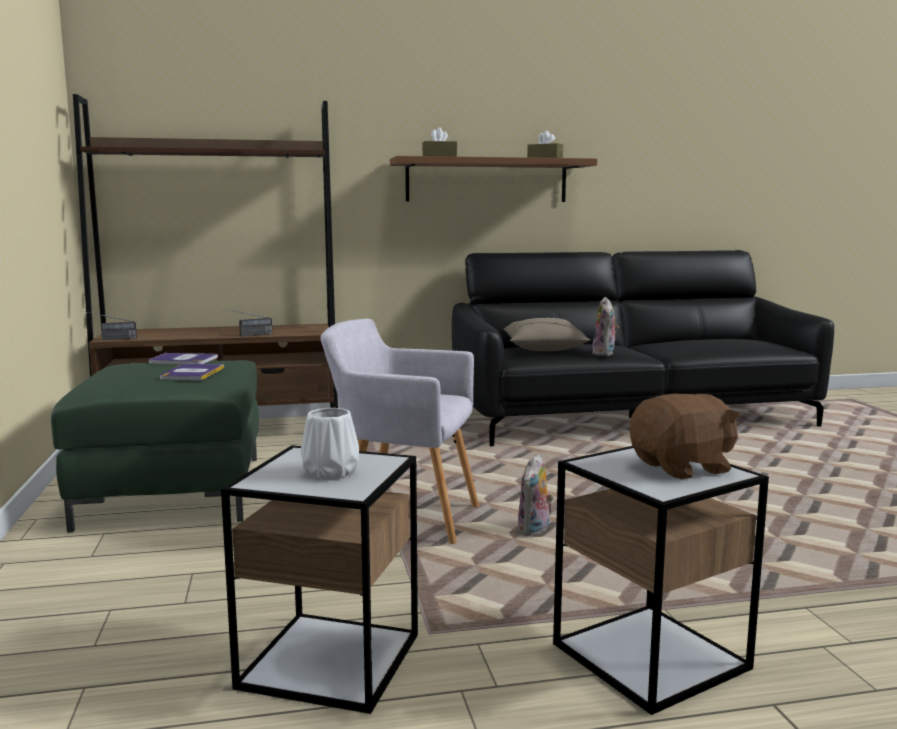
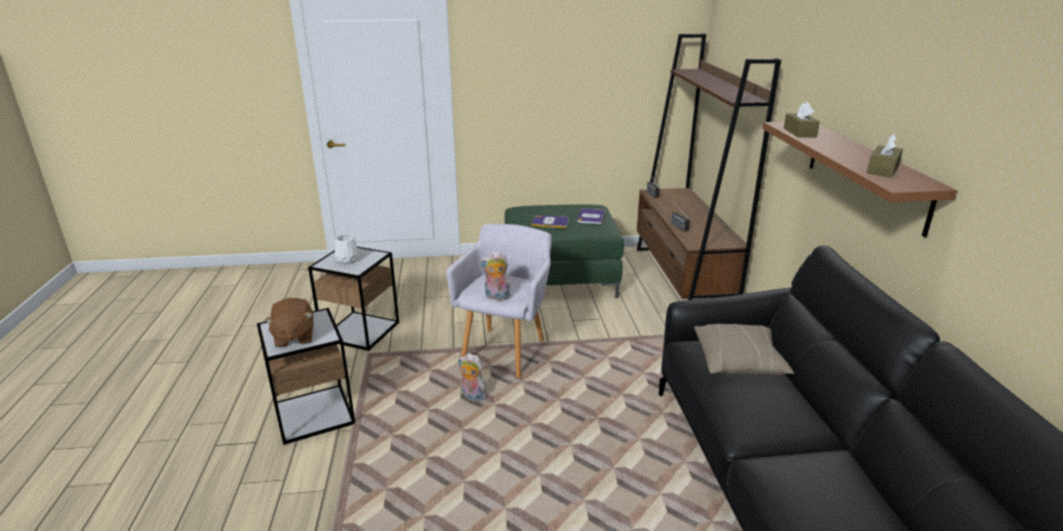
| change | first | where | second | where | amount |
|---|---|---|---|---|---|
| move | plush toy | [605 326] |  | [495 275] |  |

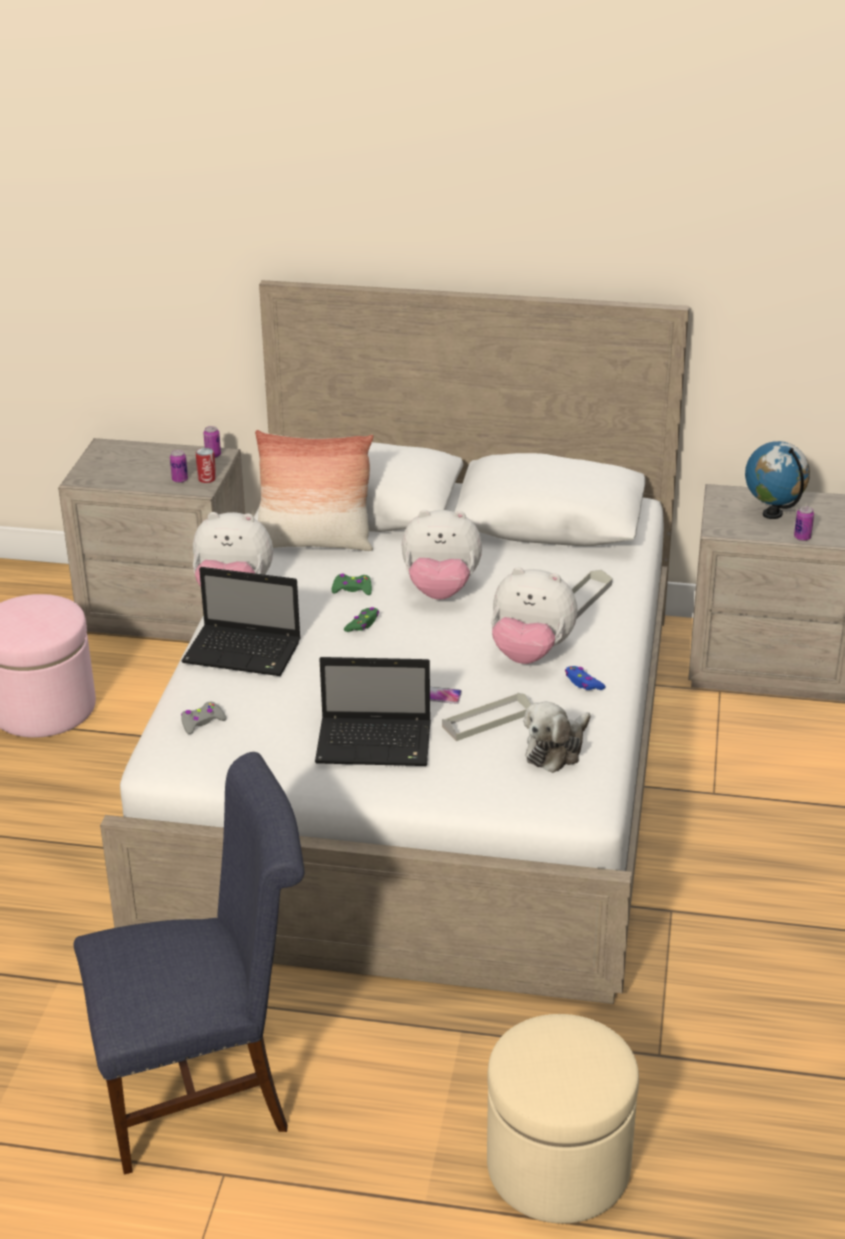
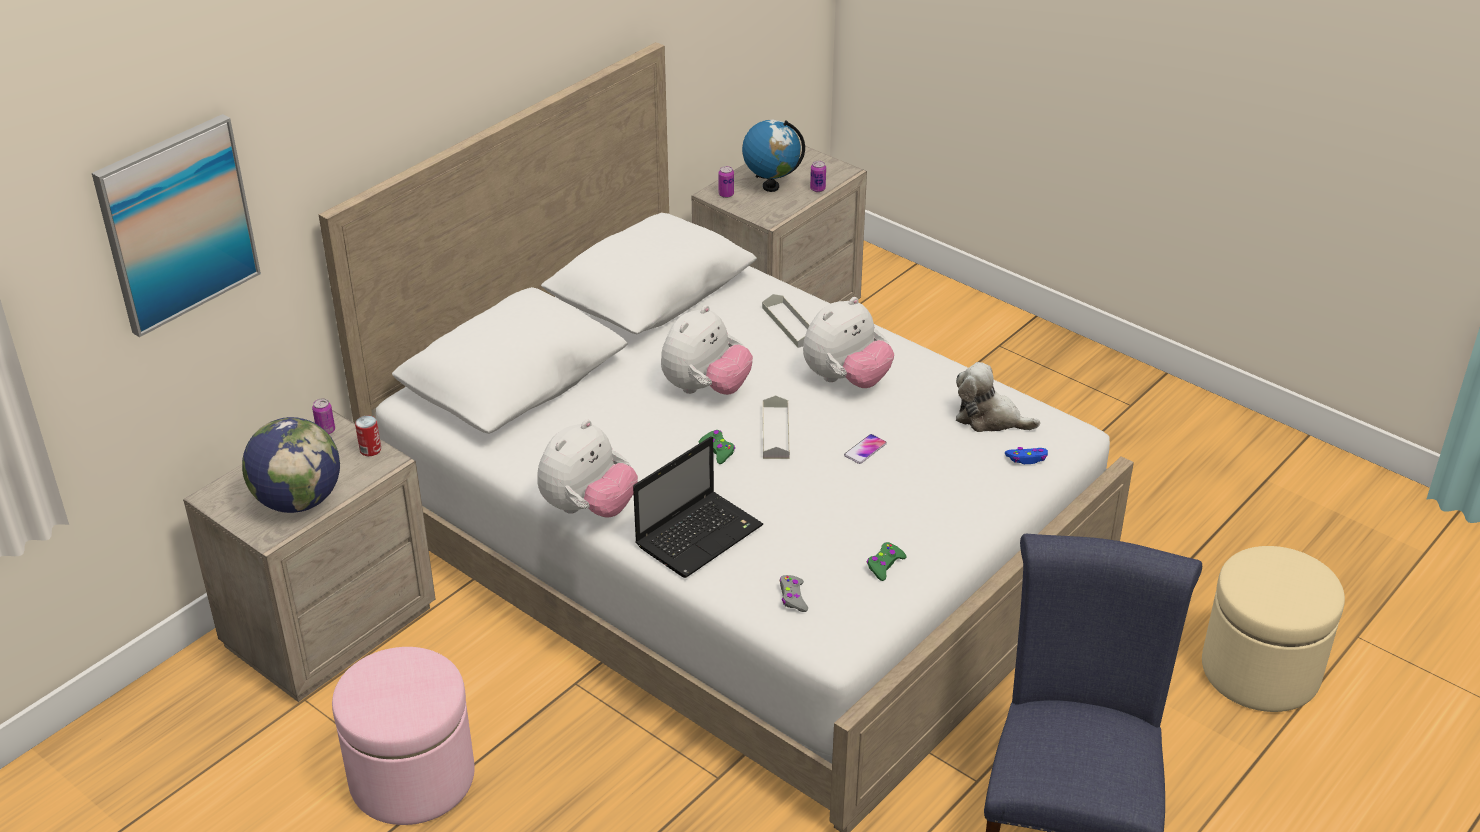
| change | first | where | second | where | amount |
|---|---|---|---|---|---|
| delete | pillow | [314 490] |  |  |  |
| delete | notebook computer | [373 711] |  |  |  |
| insert |  |  | wall picture | [176 225] |  |
| insert |  |  | globe | [291 465] |  |
| move | can | [179 466] |  | [726 182] |  |
| move | green-coloured gamepad | [352 584] |  | [887 561] |  |
| move | greyish tray | [486 717] |  | [776 427] |  |
| move | blue-coloured gamepad | [585 678] |  | [1026 455] |  |
| rotate | plush toy | [557 737] |  | [998 397] | 135 degrees clockwise |

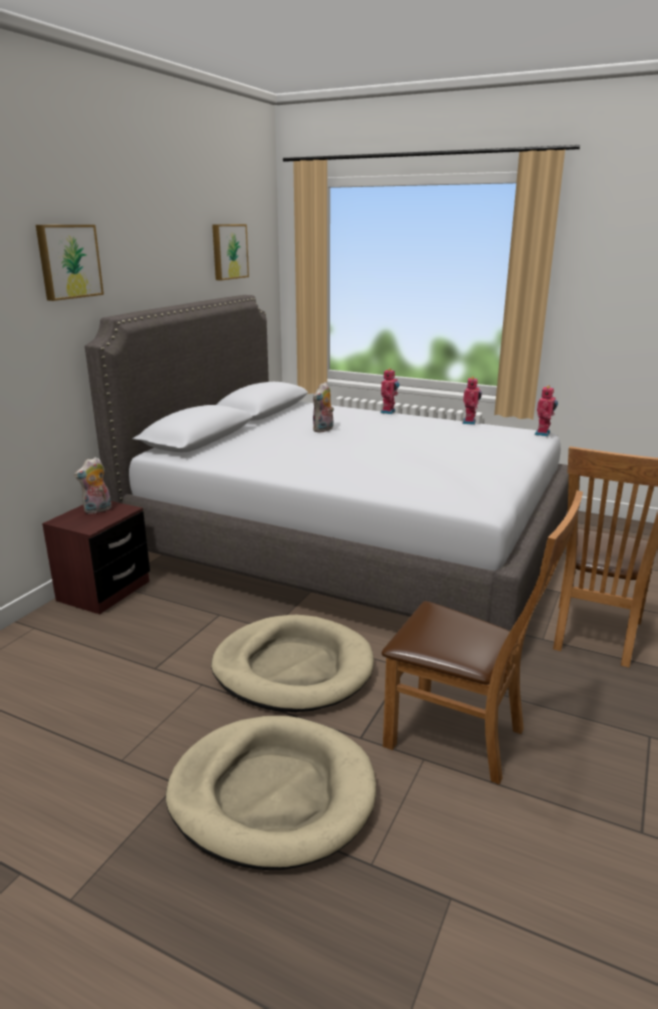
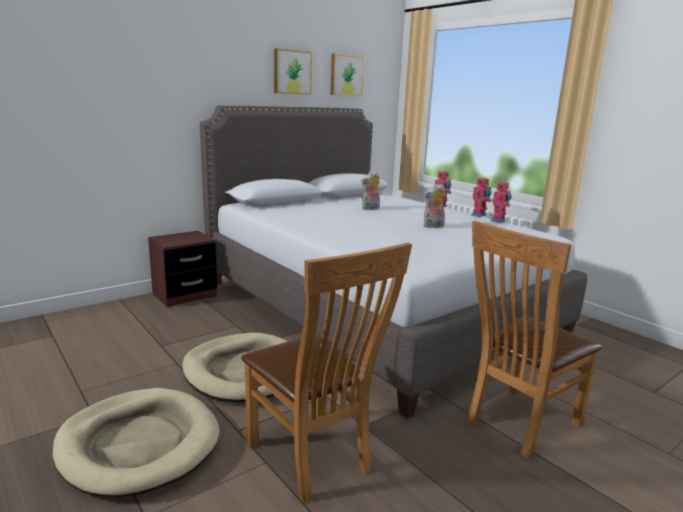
| change | first | where | second | where | amount |
|---|---|---|---|---|---|
| move | wall picture | [70 263] |  | [293 71] |  |
| move | plush toy | [92 485] |  | [434 206] |  |
| move | robot figure | [546 410] |  | [481 197] |  |

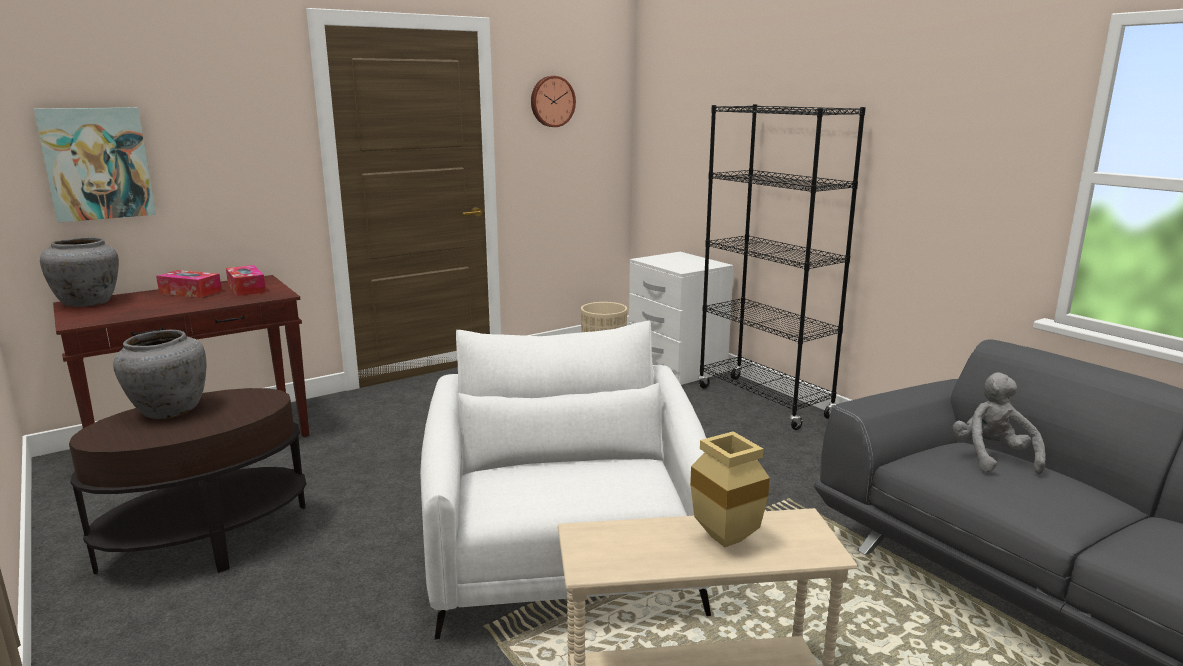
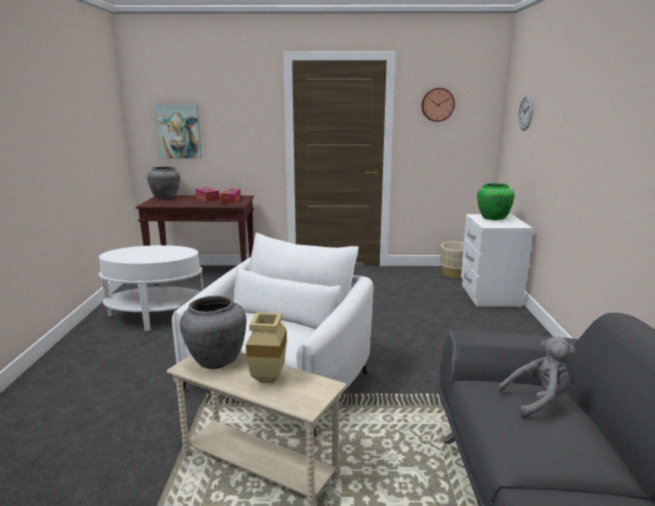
| change | first | where | second | where | amount |
|---|---|---|---|---|---|
| delete | black bookcase | [782 267] |  |  |  |
| insert |  |  | green-coloured vase | [496 201] |  |
| insert |  |  | clock on the wall | [525 113] |  |
| move | greyish vase | [159 374] |  | [213 332] |  |
| recolor | brownish end table | [187 481] | white end table | [151 288] |  |
| rotate | greyish plush toy | [999 423] |  | [536 378] | 45 degrees clockwise |

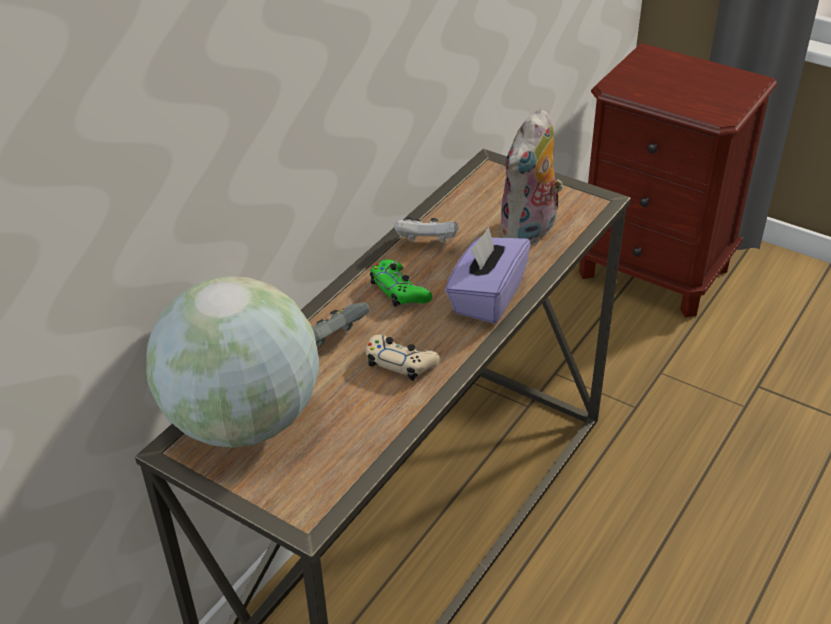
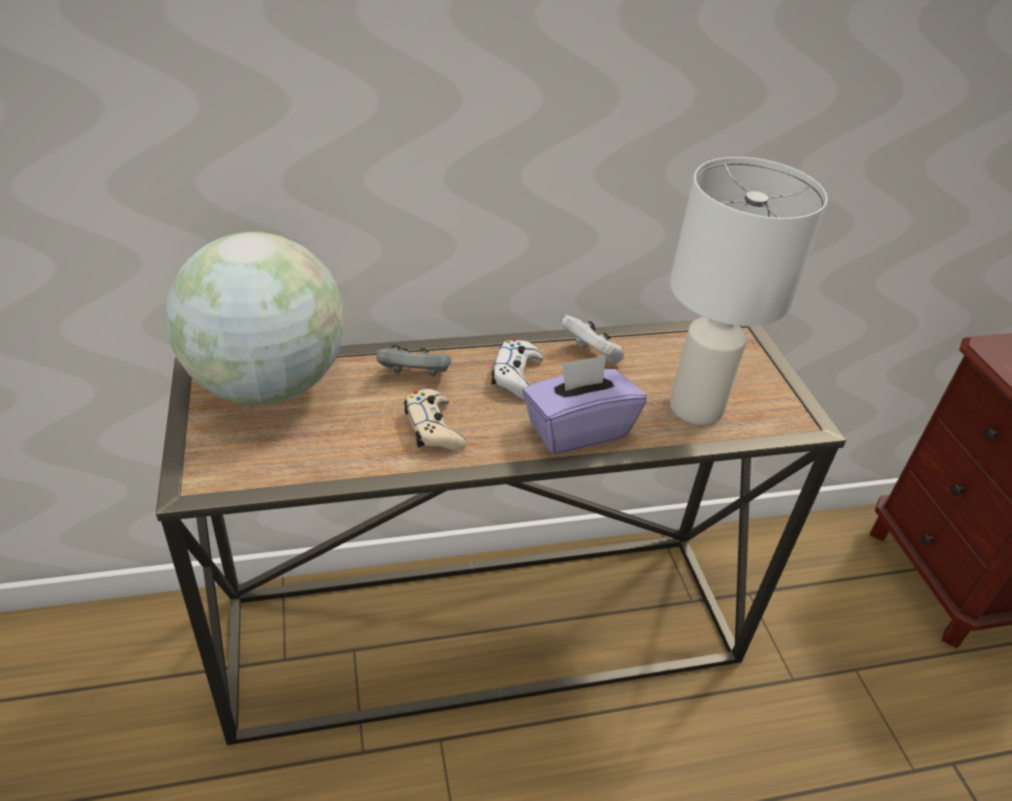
| change | first | where | second | where | amount |
|---|---|---|---|---|---|
| replace | plush toy | [531 176] | white lamp for a table | [749 291] |  |
| recolor | green-coloured gamepad | [401 283] | white gamepad | [517 369] |  |

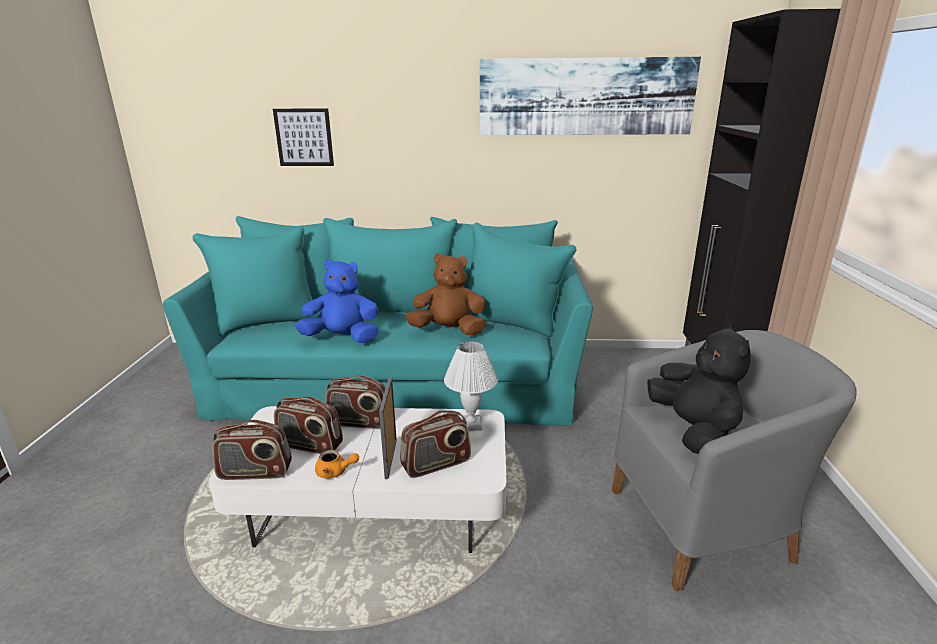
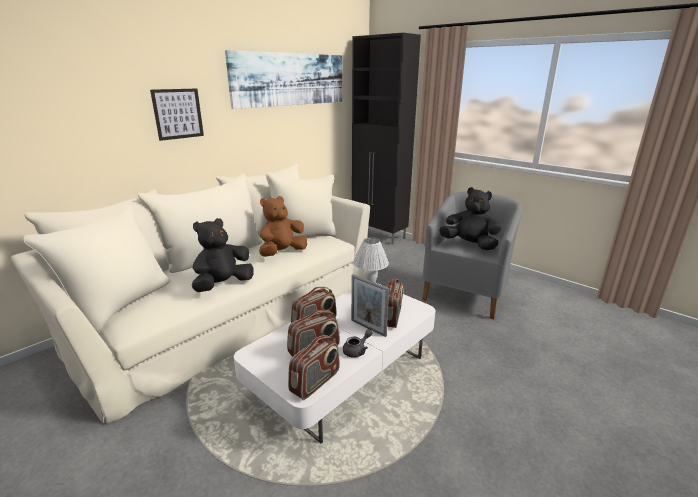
| change | first | where | second | where | amount |
|---|---|---|---|---|---|
| move | wall picture | [303 137] |  | [177 114] |  |
| recolor | blue-green couch | [378 321] | beige-coloured couch | [190 294] |  |
| recolor | blue-coloured plush toy | [337 301] | black plush toy | [223 255] |  |
| recolor | orange teapot | [337 464] | greyish teapot | [357 343] |  |

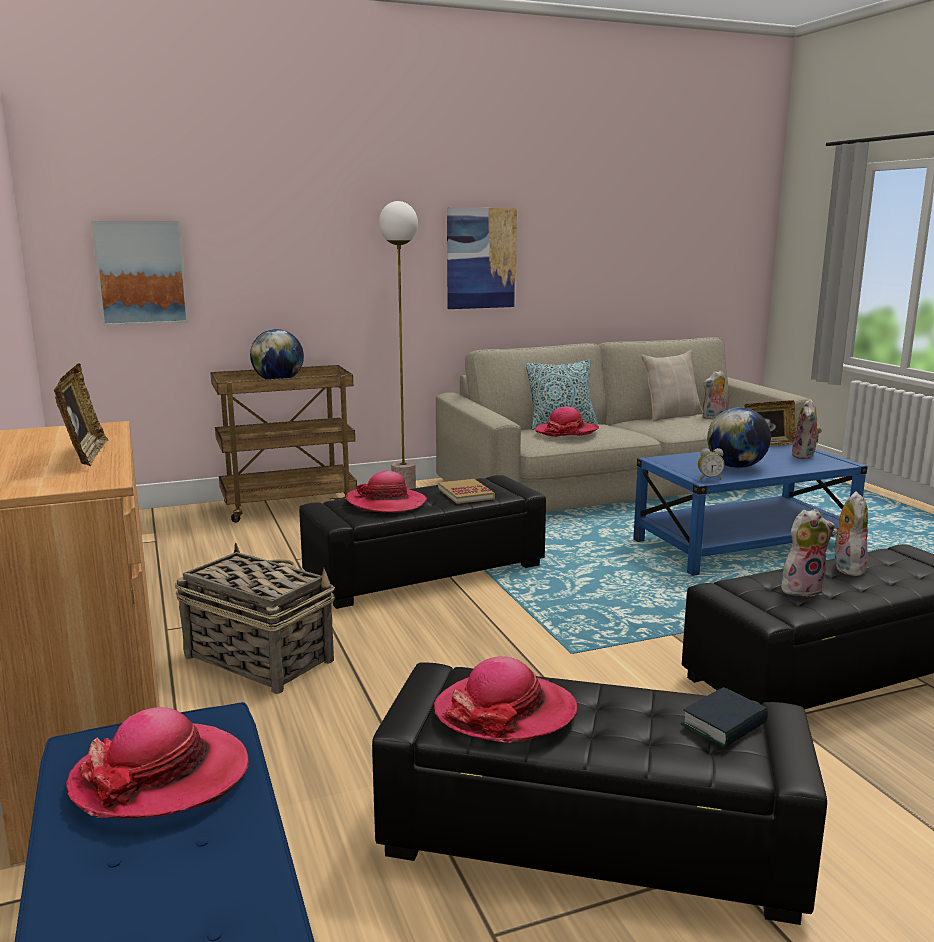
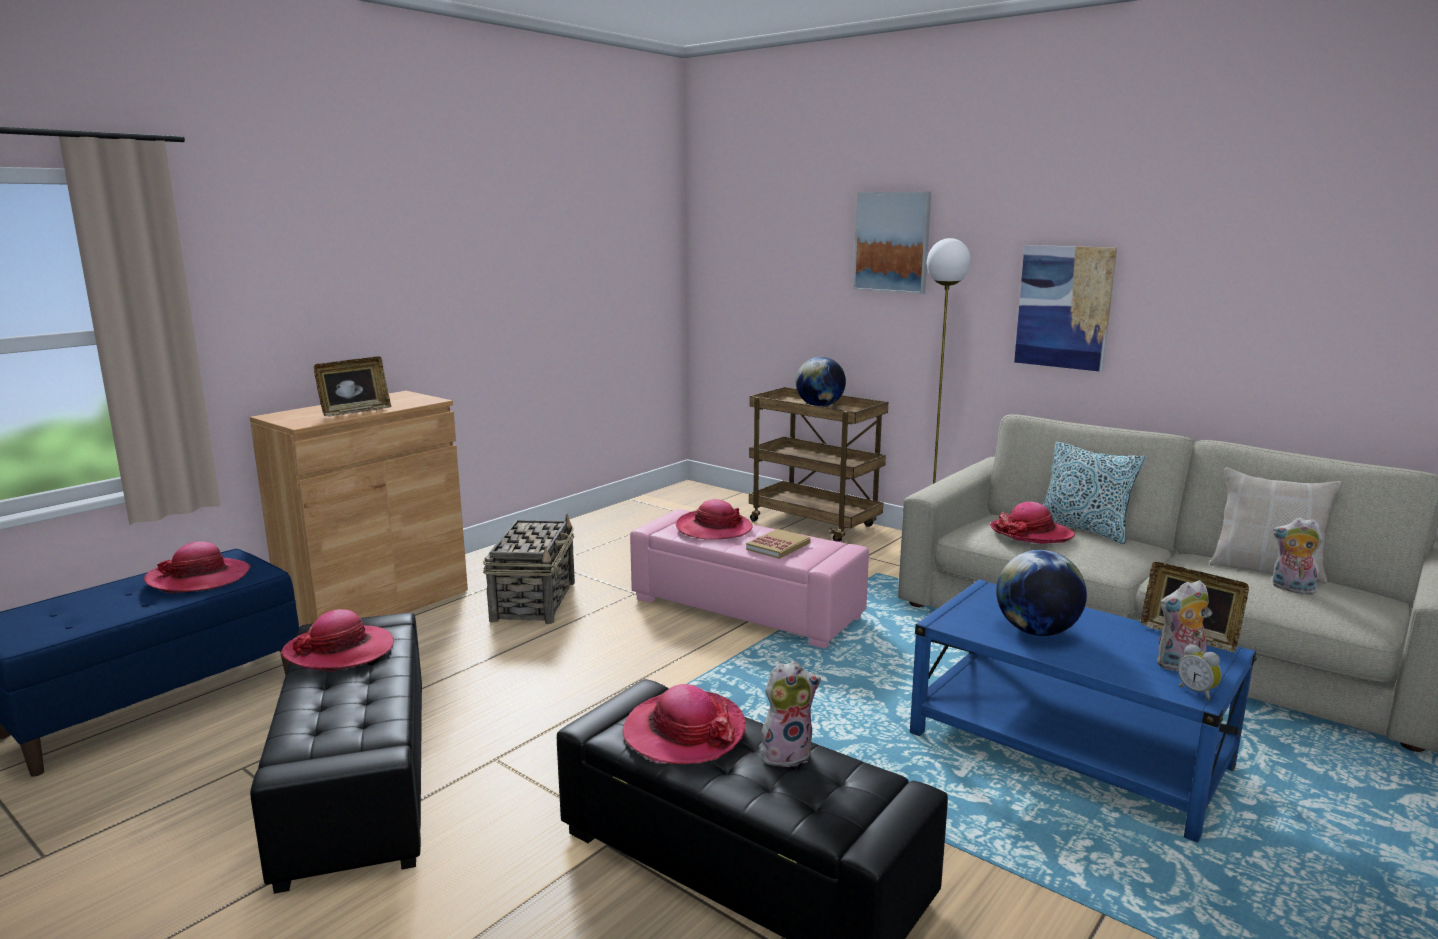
| change | first | where | second | where | amount |
|---|---|---|---|---|---|
| delete | volume | [724 717] |  |  |  |
| move | wall picture | [140 273] |  | [892 243] |  |
| move | alarm clock | [711 464] |  | [1200 672] |  |
| replace | plush toy | [808 553] | wearable hat | [684 724] |  |
| recolor | black footrest | [422 542] | pink footrest | [749 579] |  |

